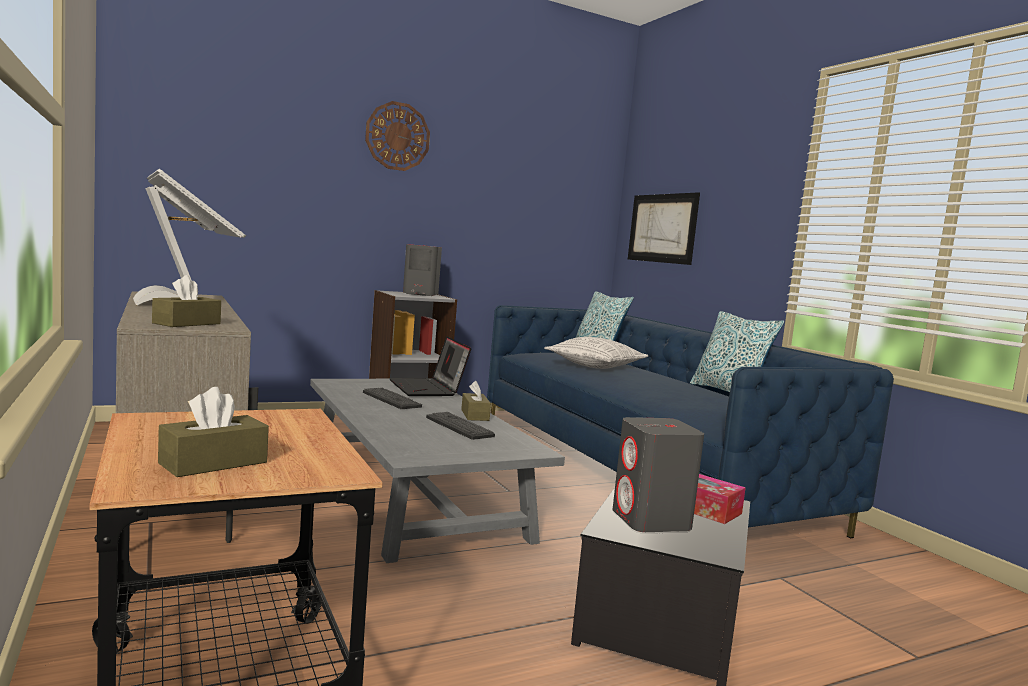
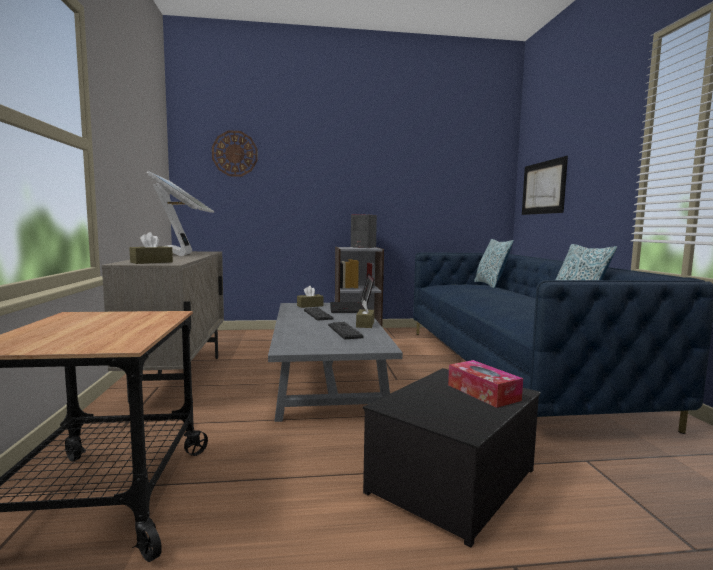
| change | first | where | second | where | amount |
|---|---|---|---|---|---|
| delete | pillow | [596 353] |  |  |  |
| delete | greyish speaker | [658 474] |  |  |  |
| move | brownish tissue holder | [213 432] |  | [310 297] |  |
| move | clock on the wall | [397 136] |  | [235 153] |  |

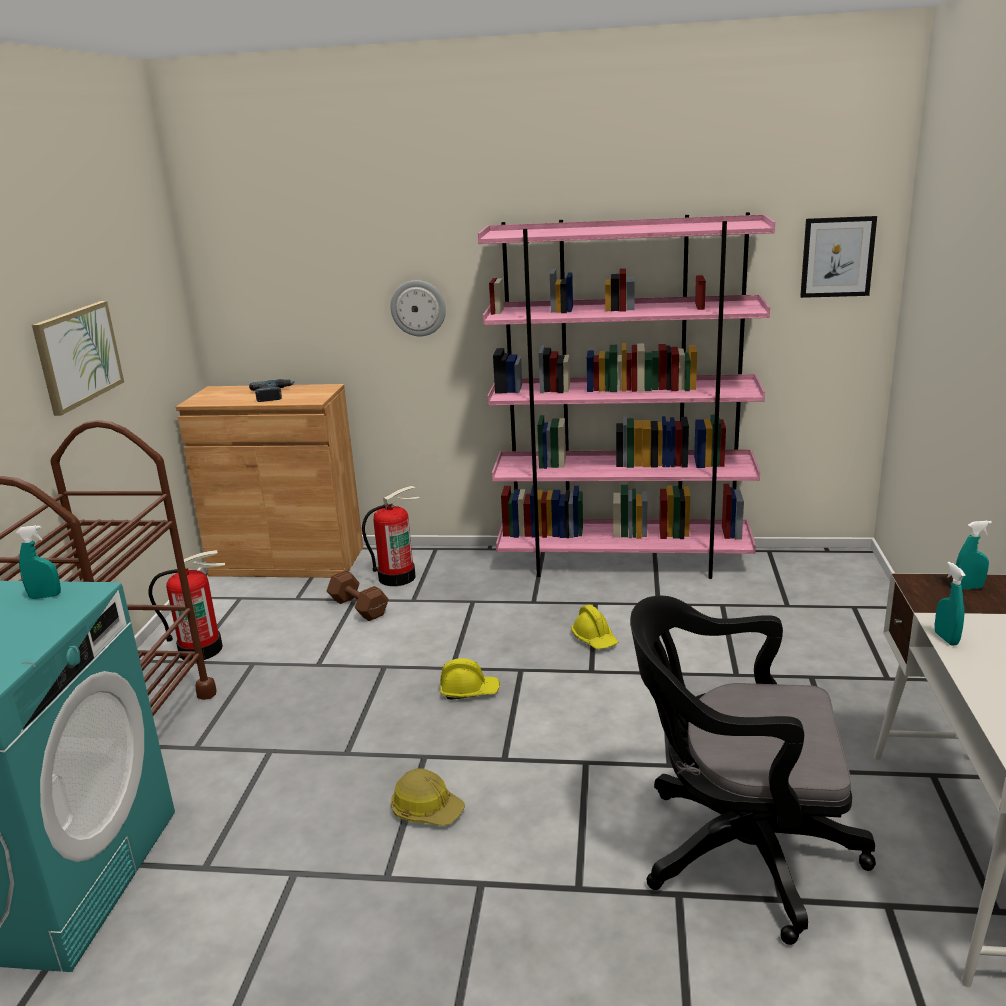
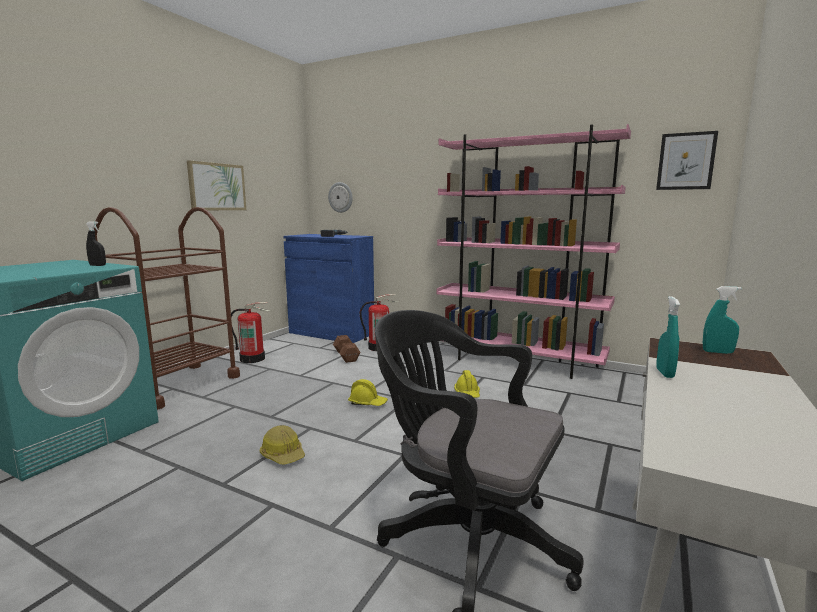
| change | first | where | second | where | amount |
|---|---|---|---|---|---|
| move | clock on the wall | [418 308] |  | [340 197] |  |
| recolor | blue-green hand sprayer | [38 562] | black hand sprayer | [96 243] |  |
| recolor | brownish cupboard | [269 481] | blue-coloured cupboard | [328 288] |  |

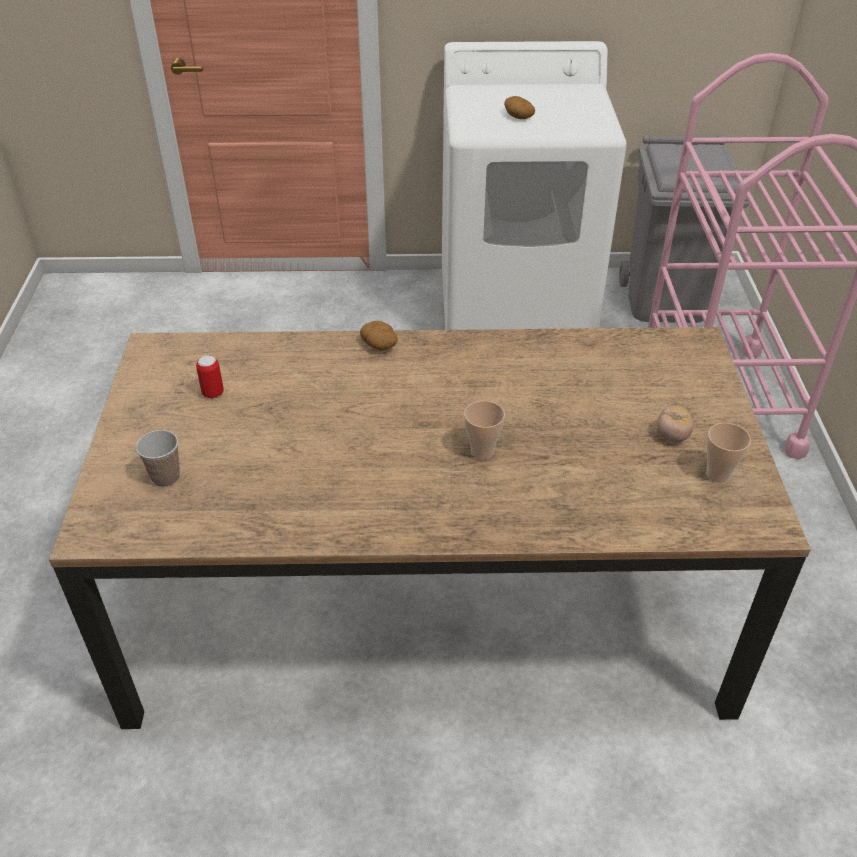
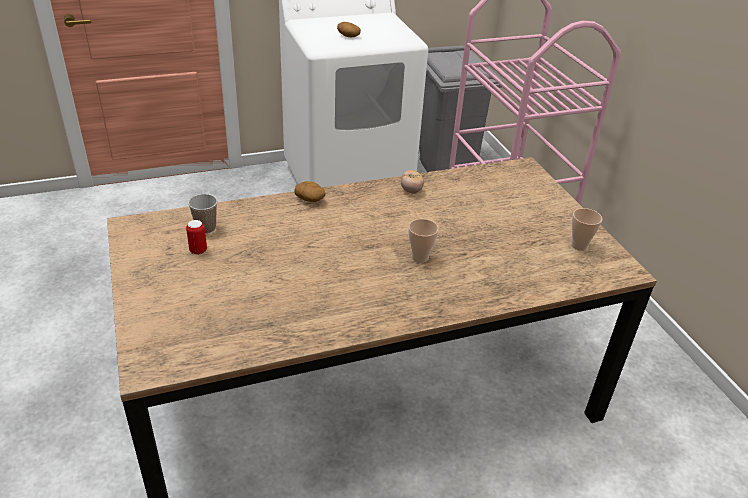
| change | first | where | second | where | amount |
|---|---|---|---|---|---|
| move | cup | [158 458] |  | [202 214] |  |
| move | tomato | [675 424] |  | [412 181] |  |

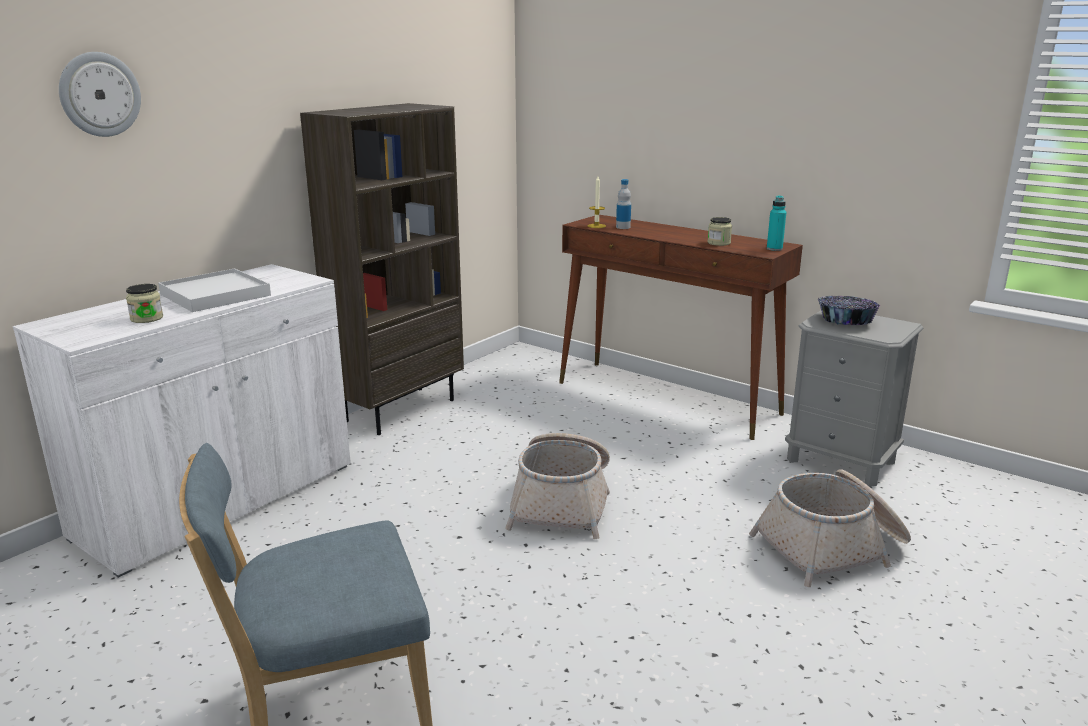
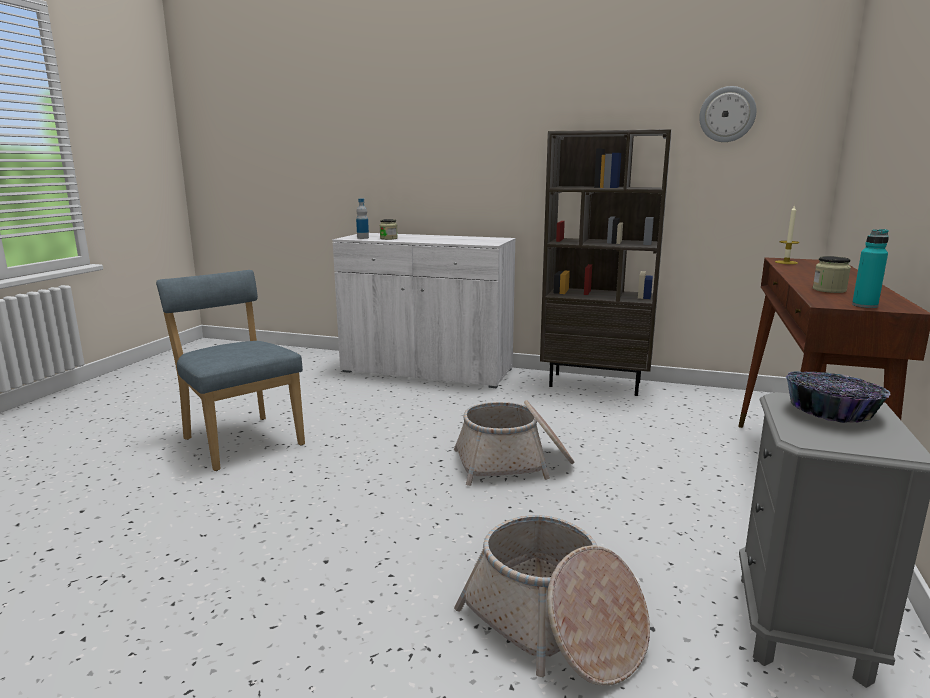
| change | first | where | second | where | amount |
|---|---|---|---|---|---|
| delete | white tray | [214 290] |  |  |  |
| move | clock on the wall | [100 94] |  | [728 114] |  |
| move | beverage bottle | [623 204] |  | [362 218] |  |

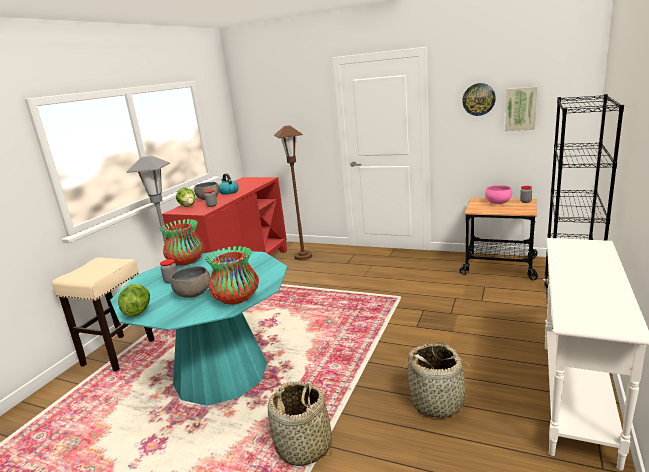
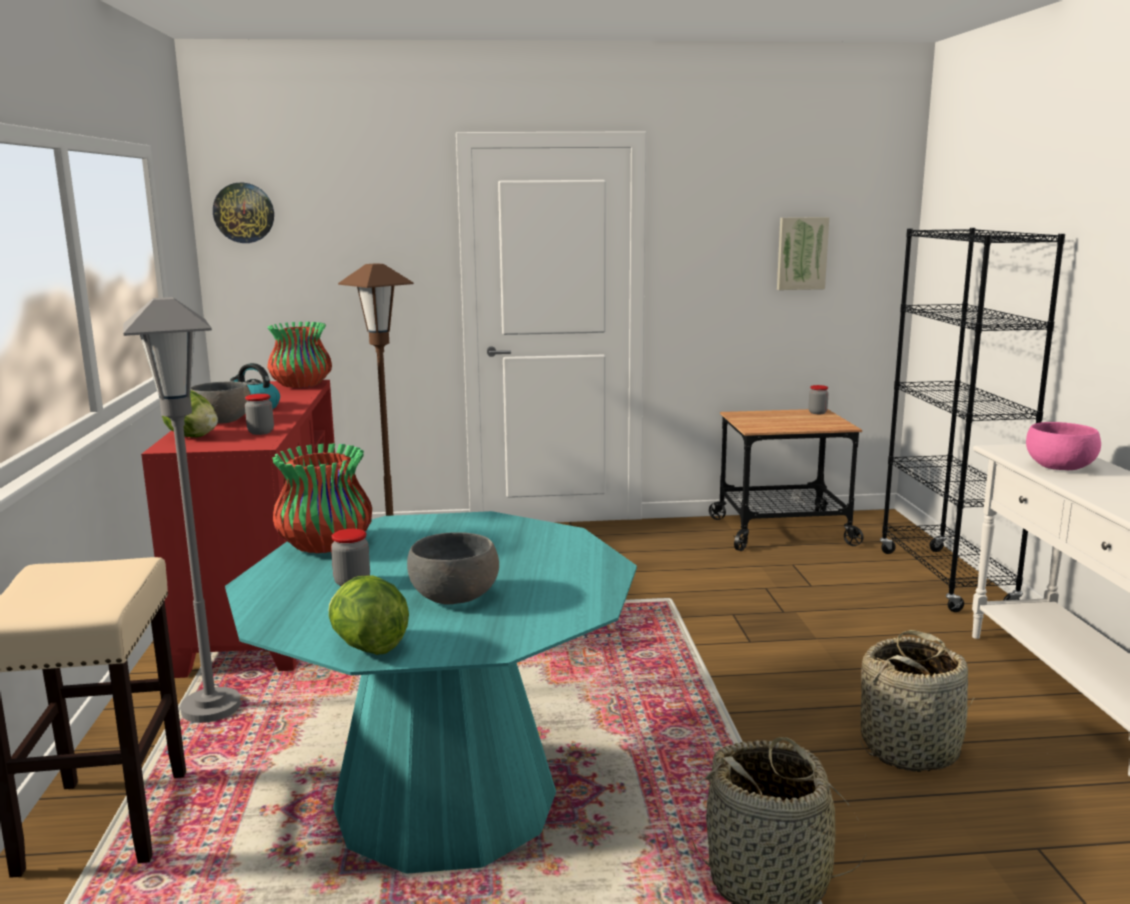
| change | first | where | second | where | amount |
|---|---|---|---|---|---|
| move | vase | [232 275] |  | [299 355] |  |
| move | clock on the wall | [479 99] |  | [243 213] |  |
| move | pink deep dish | [498 194] |  | [1063 446] |  |

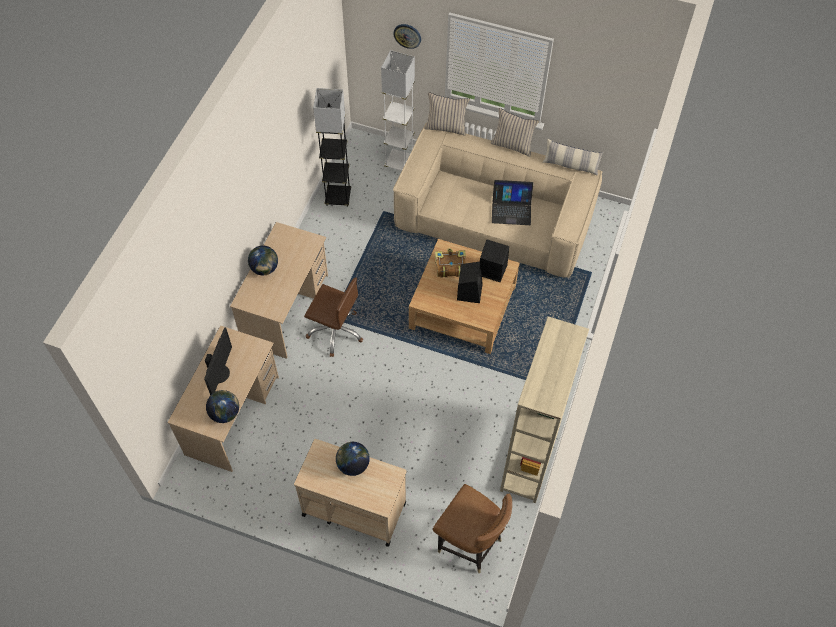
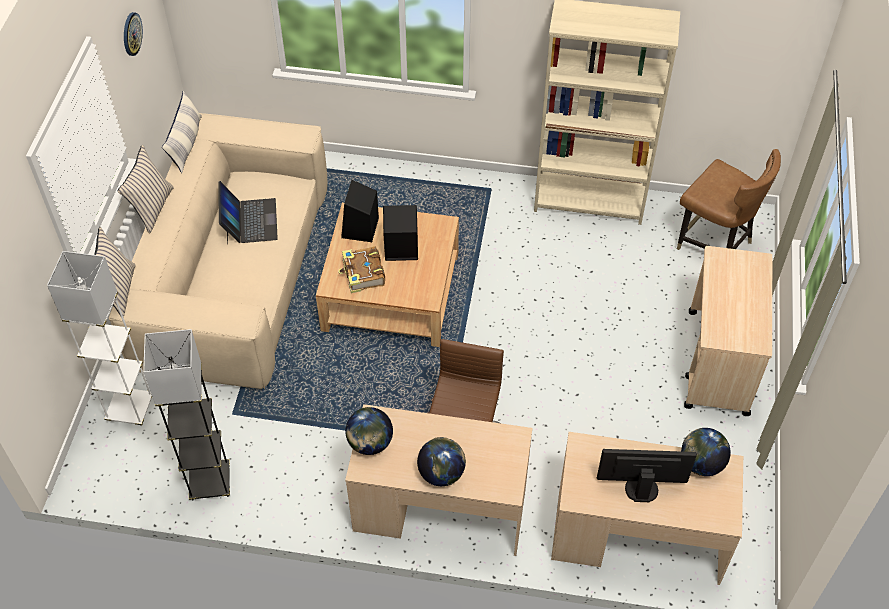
| change | first | where | second | where | amount |
|---|---|---|---|---|---|
| move | globe | [353 459] |  | [369 431] |  |
| move | clock on the wall | [407 36] |  | [133 34] |  |
| rotate | brownish upright chair | [472 528] |  | [729 199] | 105 degrees clockwise |

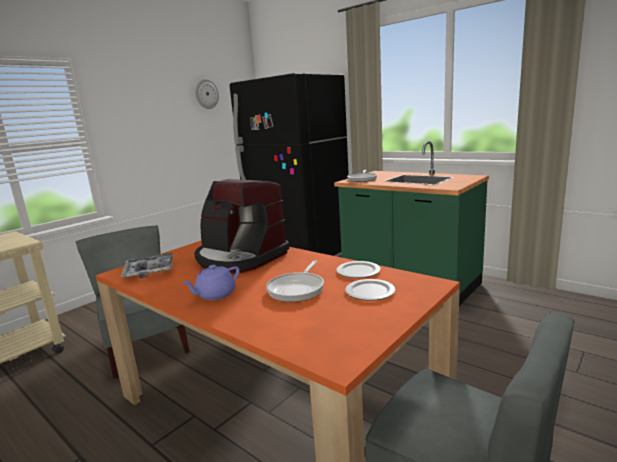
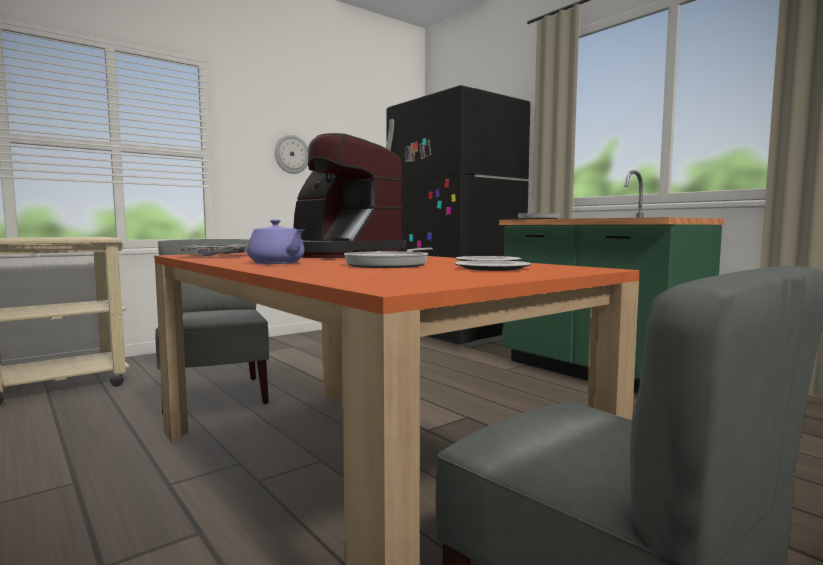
| change | first | where | second | where | amount |
|---|---|---|---|---|---|
| move | clock on the wall | [207 94] |  | [291 154] |  |
| rotate | purple teapot | [211 282] |  | [276 242] | 105 degrees counterclockwise |

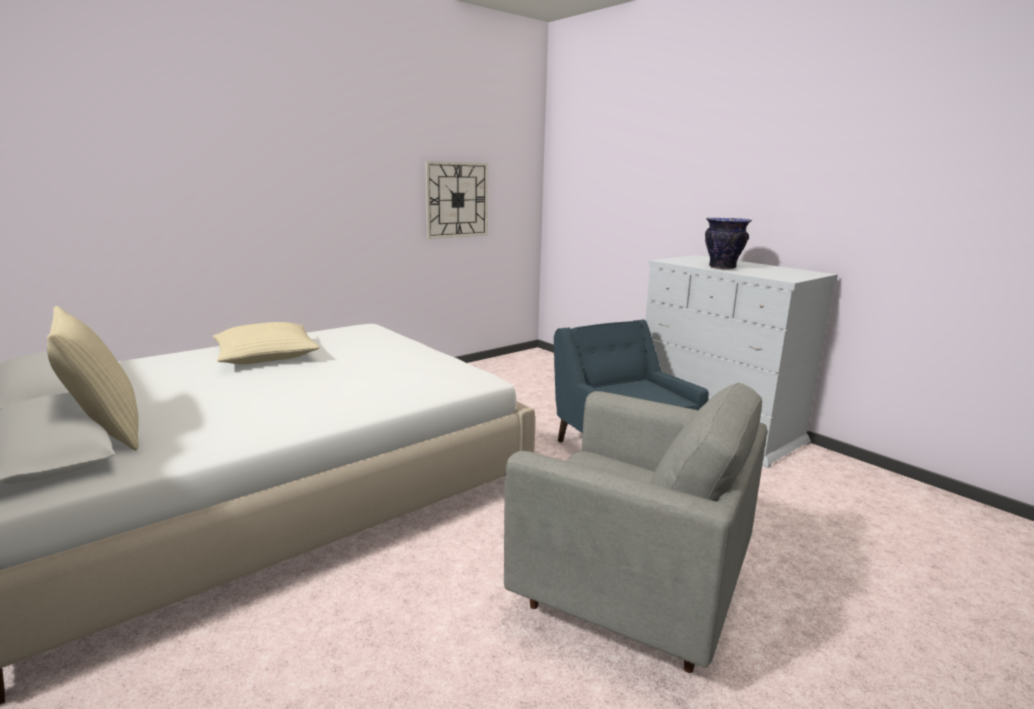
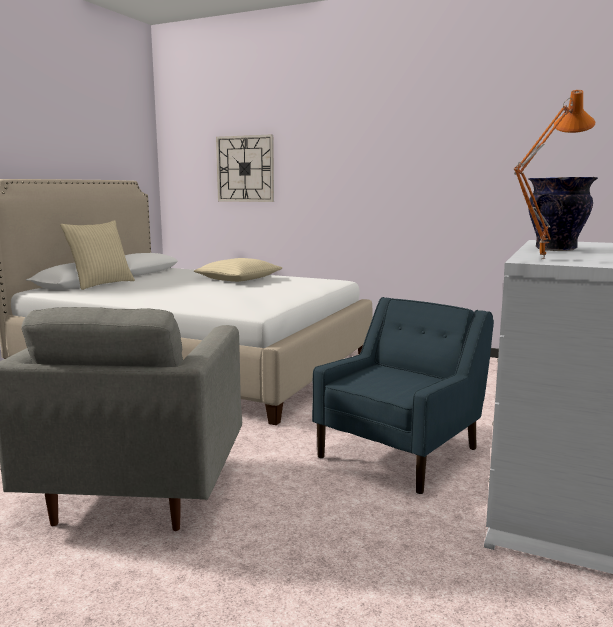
| change | first | where | second | where | amount |
|---|---|---|---|---|---|
| insert |  |  | orange lamp for a table | [554 174] |  |
| move | clock on the wall | [456 200] |  | [245 168] |  |

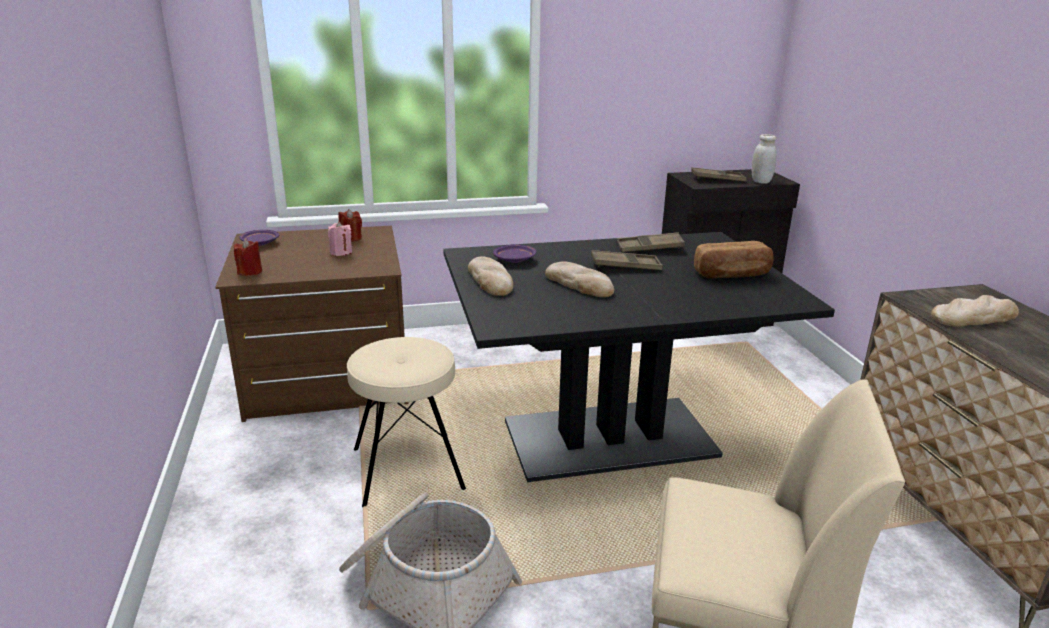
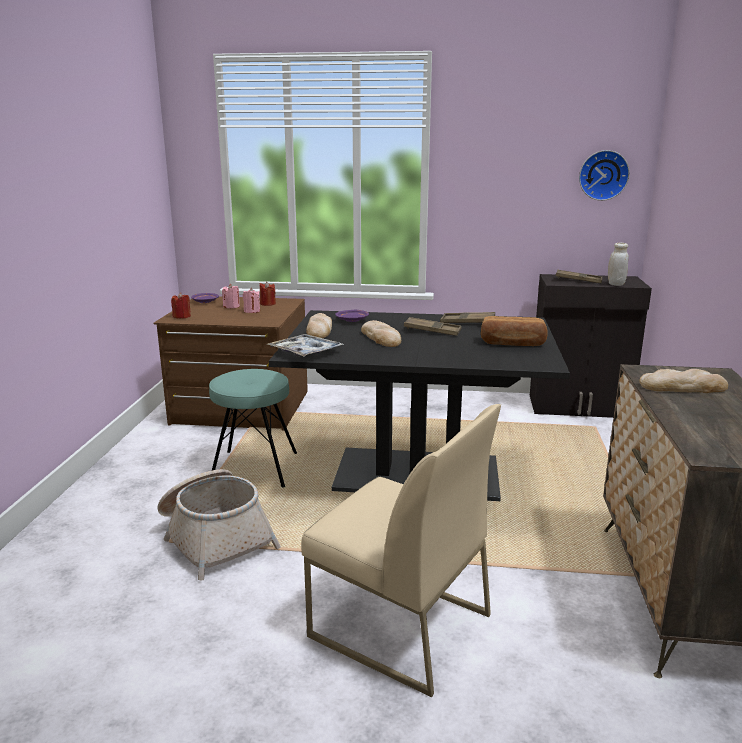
| change | first | where | second | where | amount |
|---|---|---|---|---|---|
| insert |  |  | pink candle | [231 296] |  |
| insert |  |  | tray | [305 345] |  |
| insert |  |  | clock on the wall | [604 175] |  |
| recolor | beige-coloured stool seat | [406 422] | blue-green stool seat | [253 428] |  |

